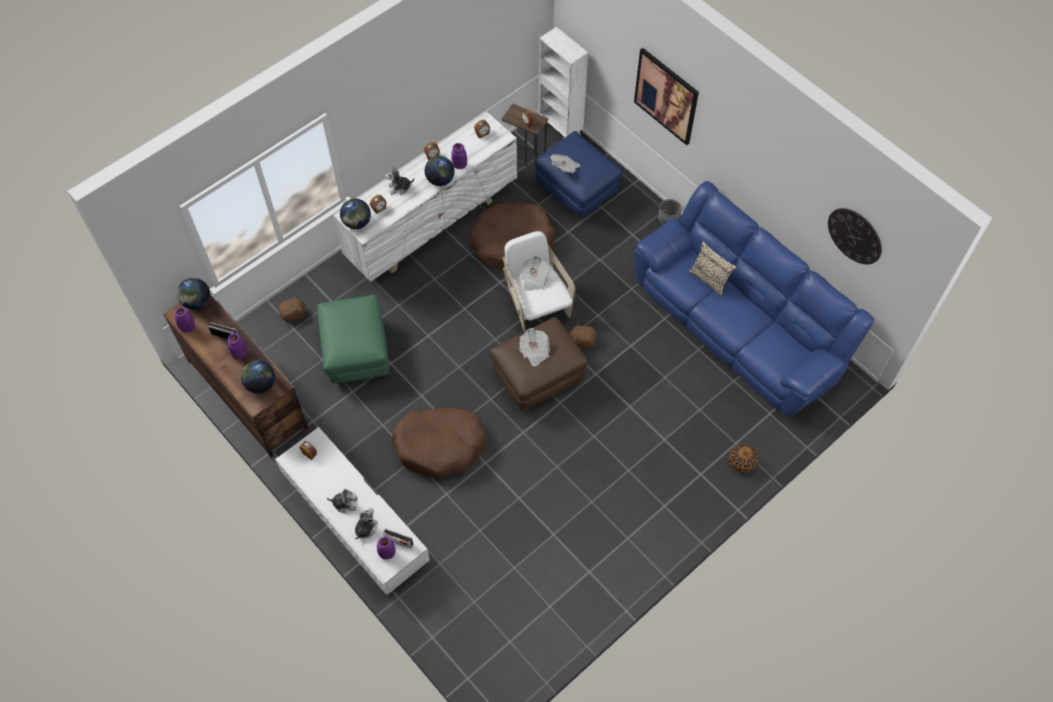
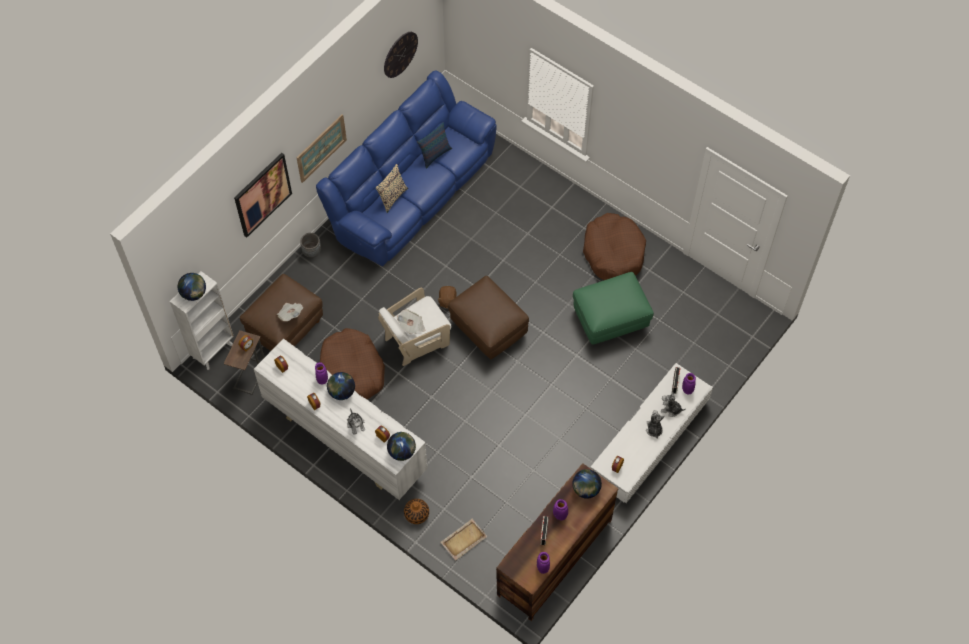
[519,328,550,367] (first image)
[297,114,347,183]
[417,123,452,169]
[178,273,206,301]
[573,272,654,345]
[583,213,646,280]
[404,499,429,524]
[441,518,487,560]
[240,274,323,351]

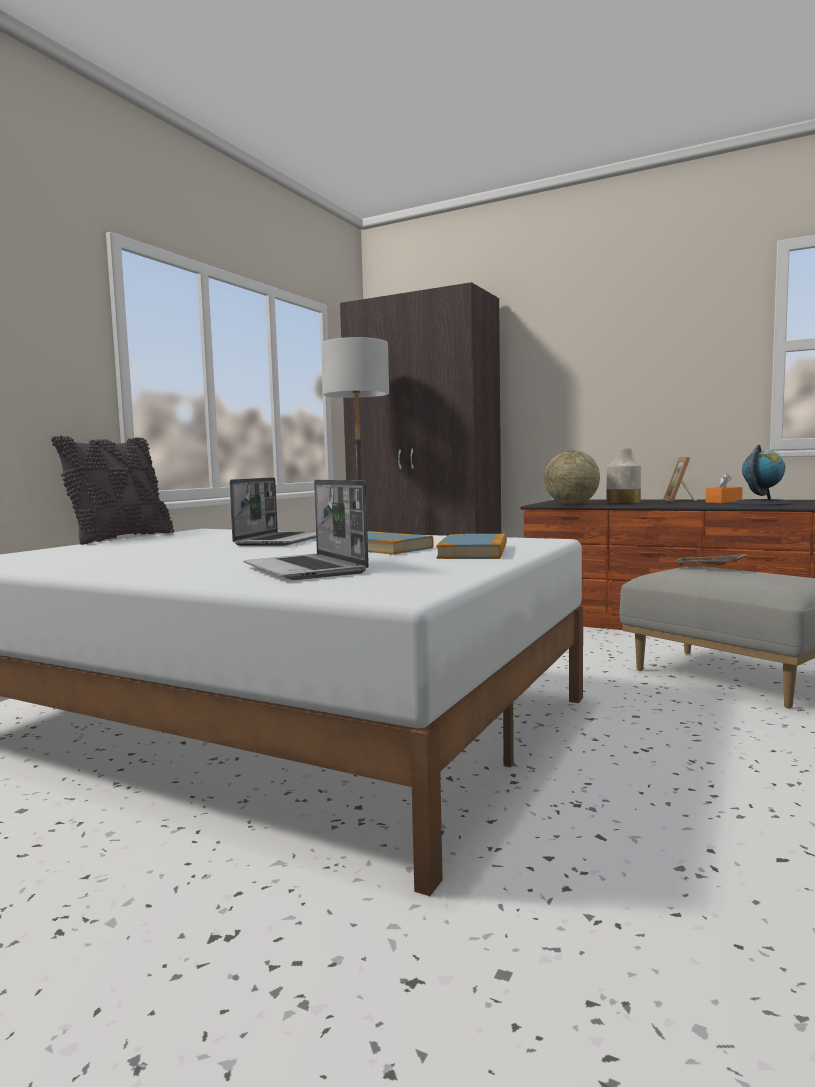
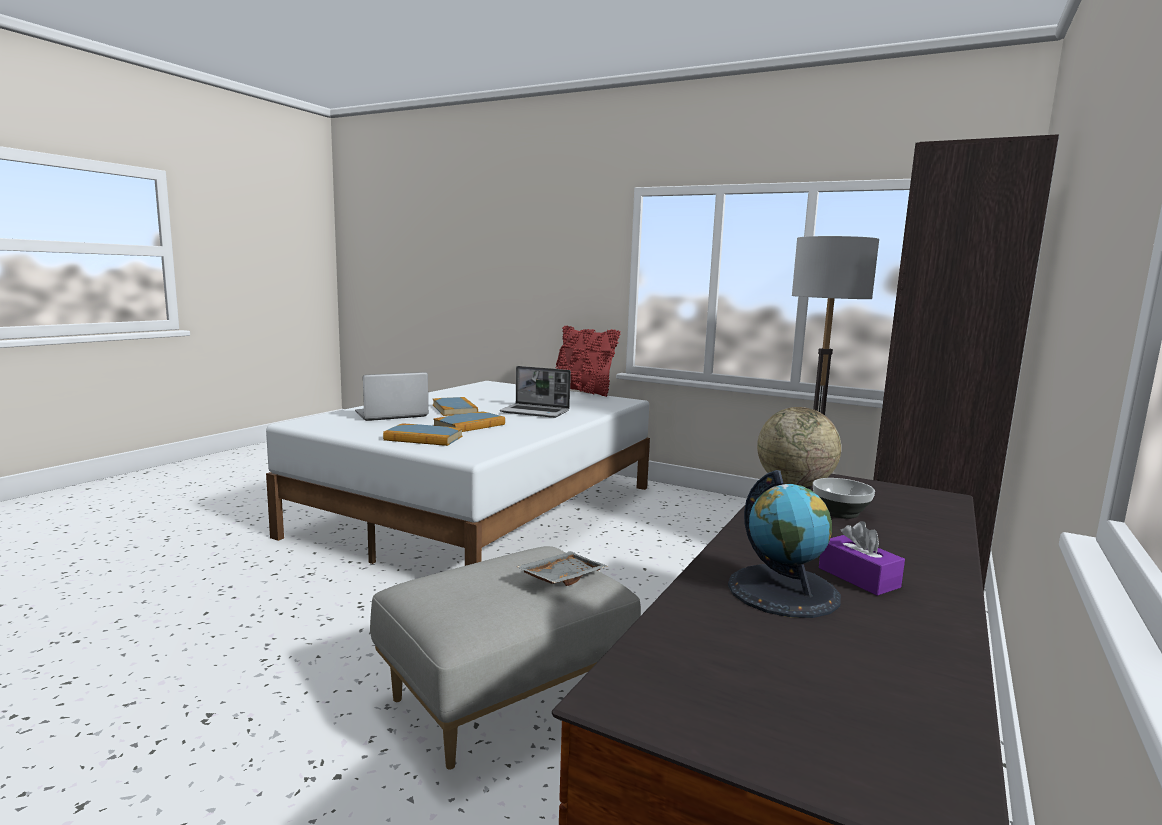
[663,457,697,502] (first image)
[433,397,478,416]
[813,478,875,519]
[556,326,621,397]
[819,521,905,596]

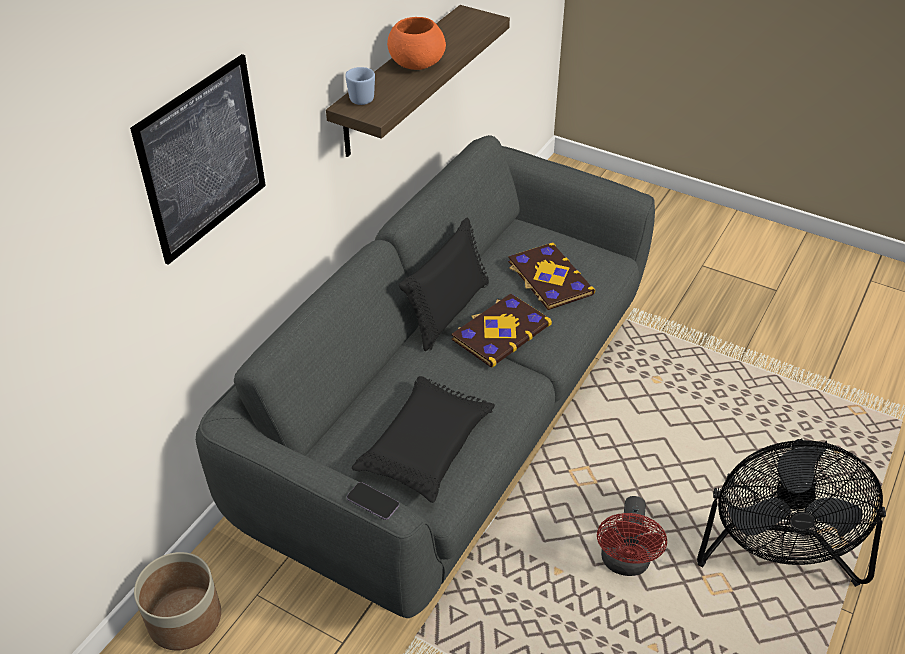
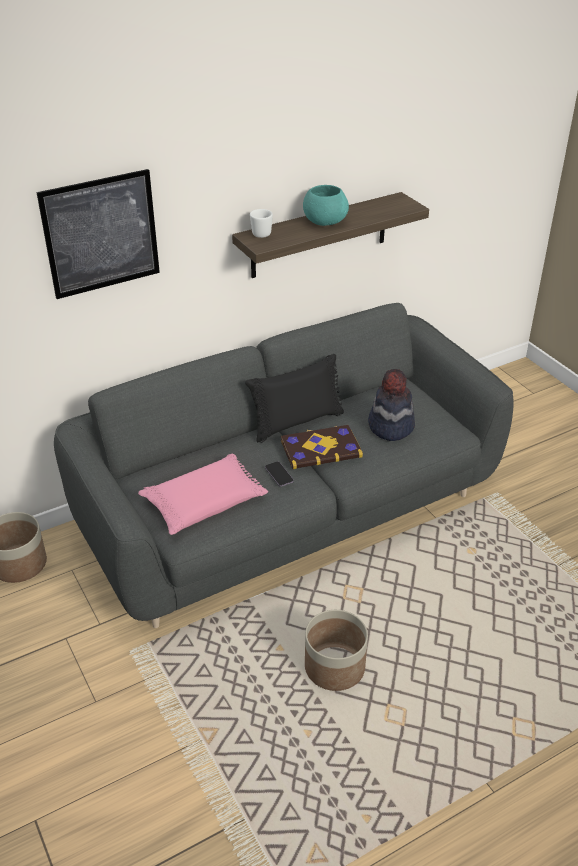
[697,438,886,587] (first image)
[265,461,294,487]
[368,369,415,441]
[305,610,368,691]
[250,209,273,238]
[138,454,268,535]
[303,185,349,226]

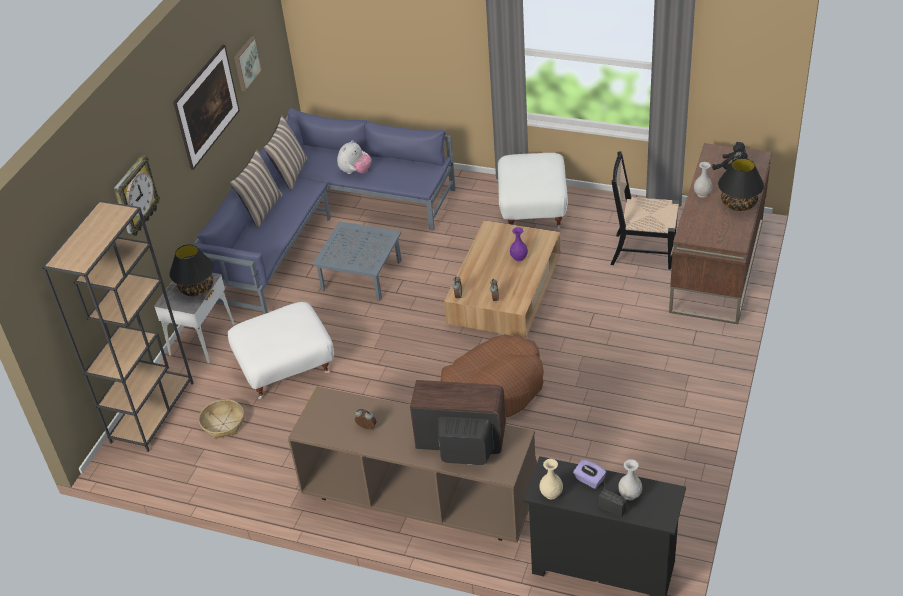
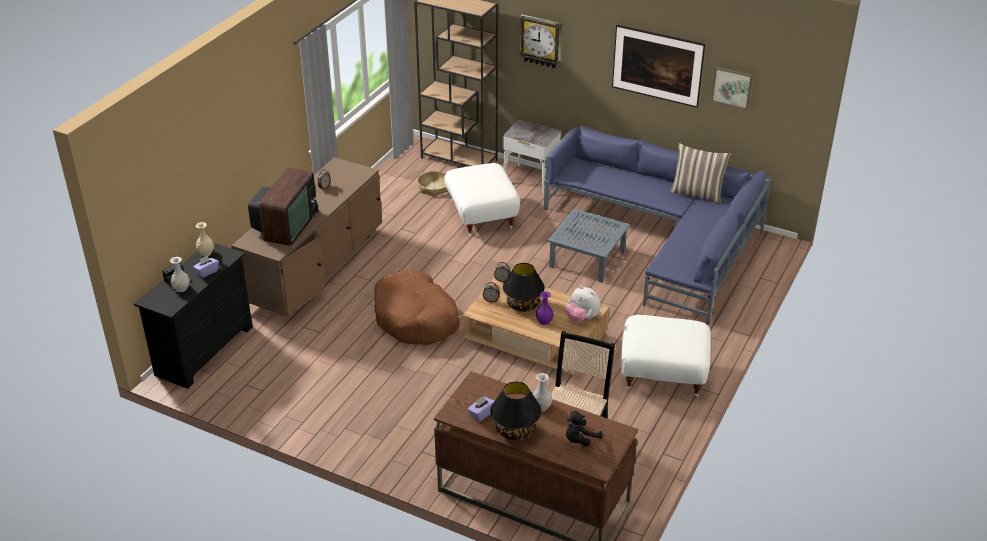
[230,149,283,229] (first image)
[468,396,494,422]
[503,263,545,312]
[565,286,601,322]

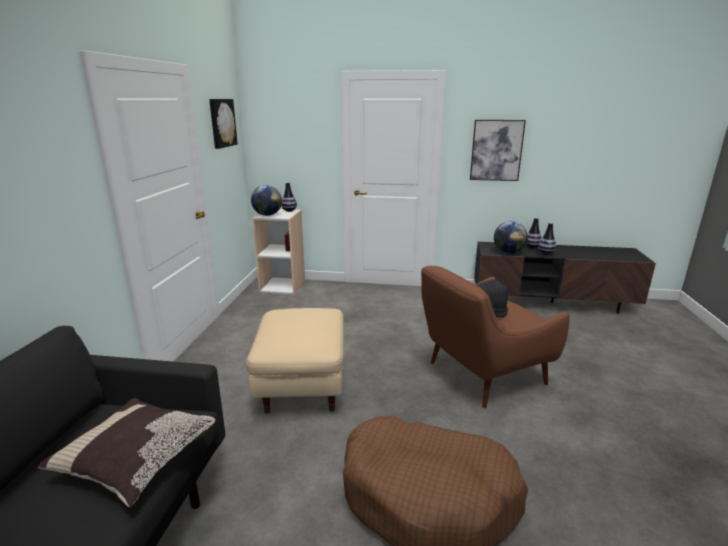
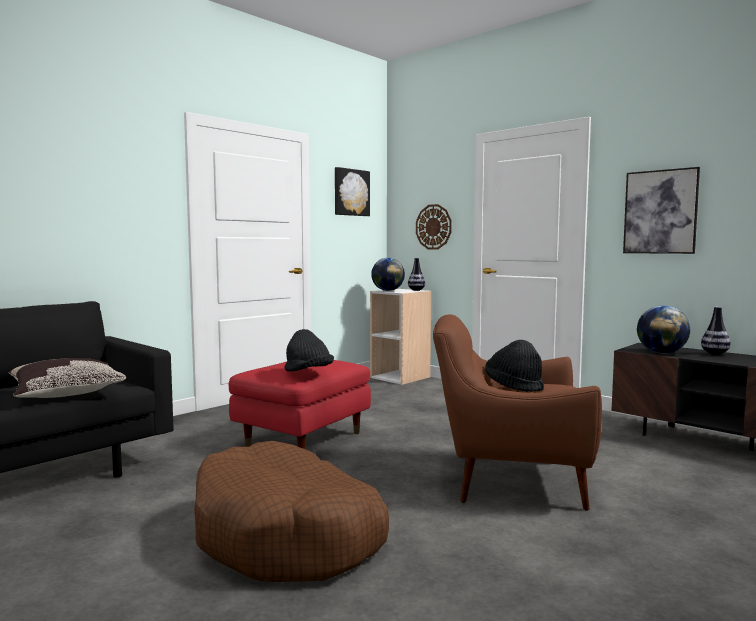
[538,222,556,255] (first image)
[284,329,334,372]
[416,204,452,250]
[229,360,371,449]

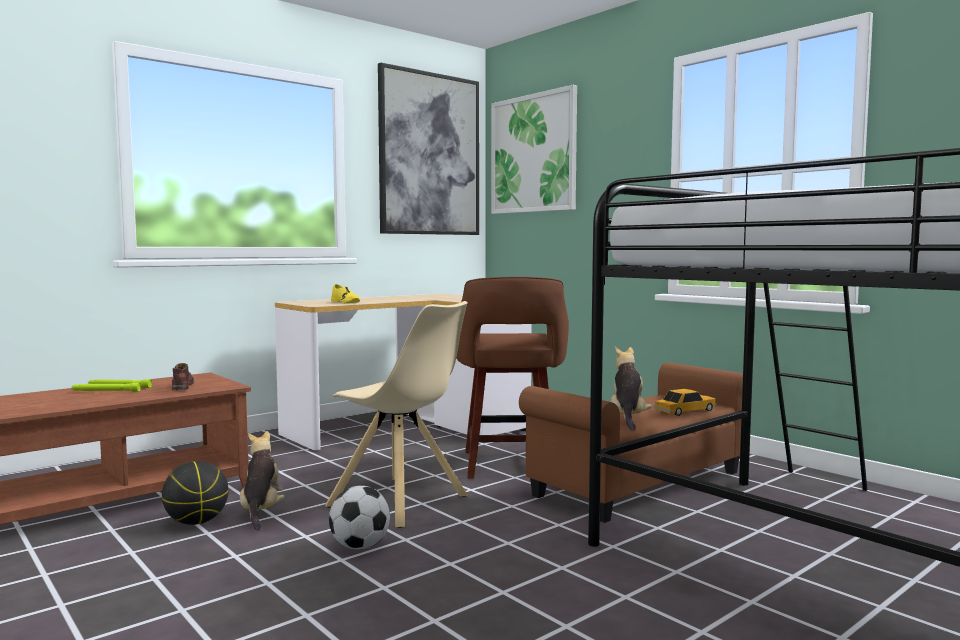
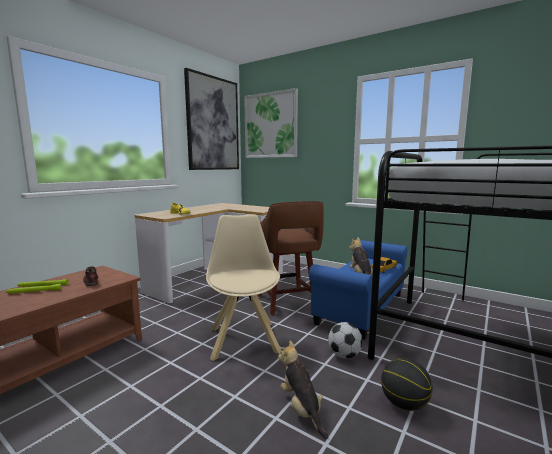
[381,358,433,411]
[278,341,328,439]
[328,322,363,359]
[309,240,407,340]
[206,214,282,361]

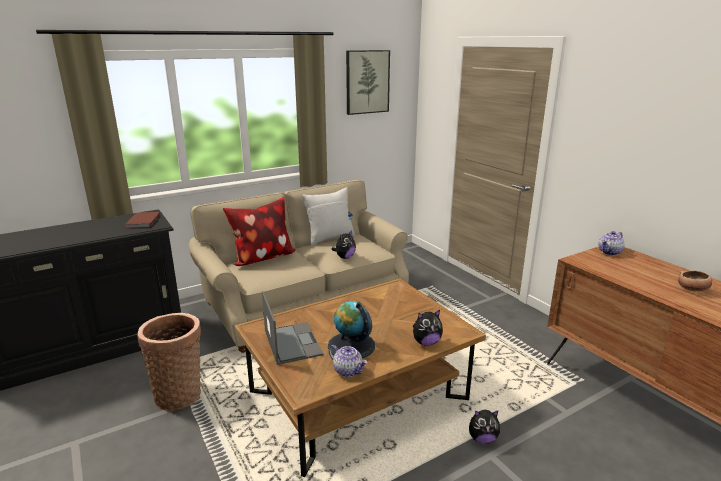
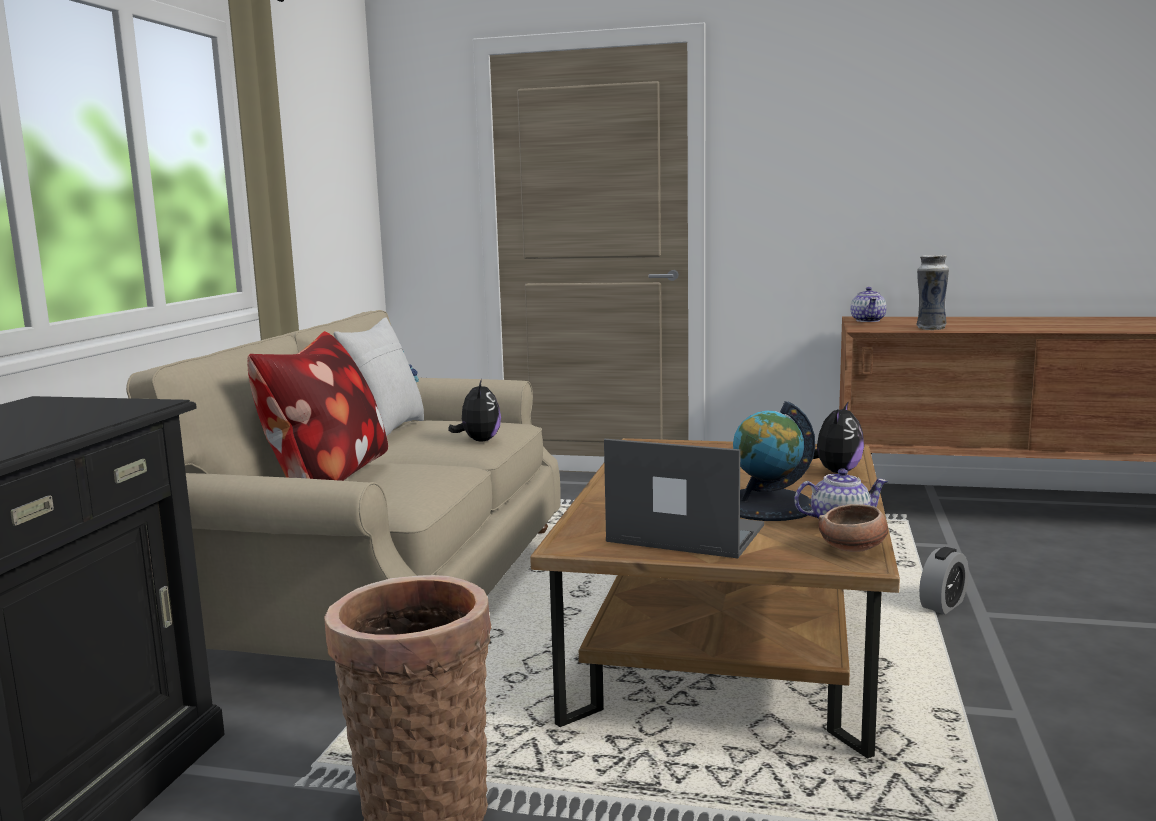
[125,212,160,228] (first image)
[346,50,390,115] (first image)
[916,255,949,330]
[818,504,888,552]
[919,547,969,614]

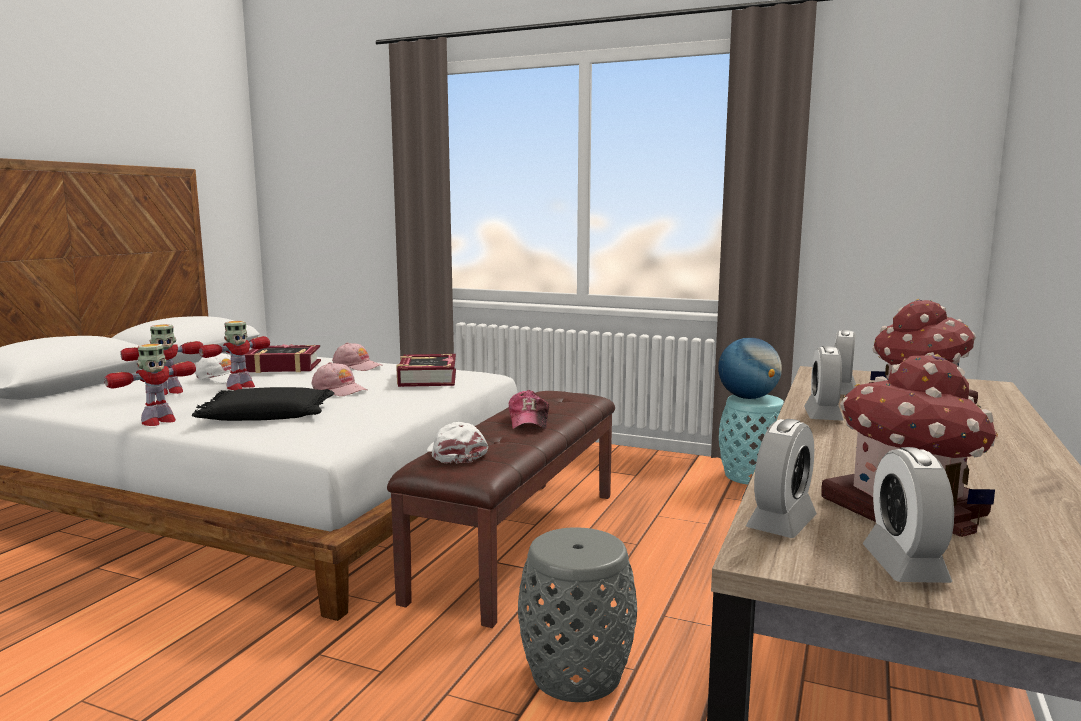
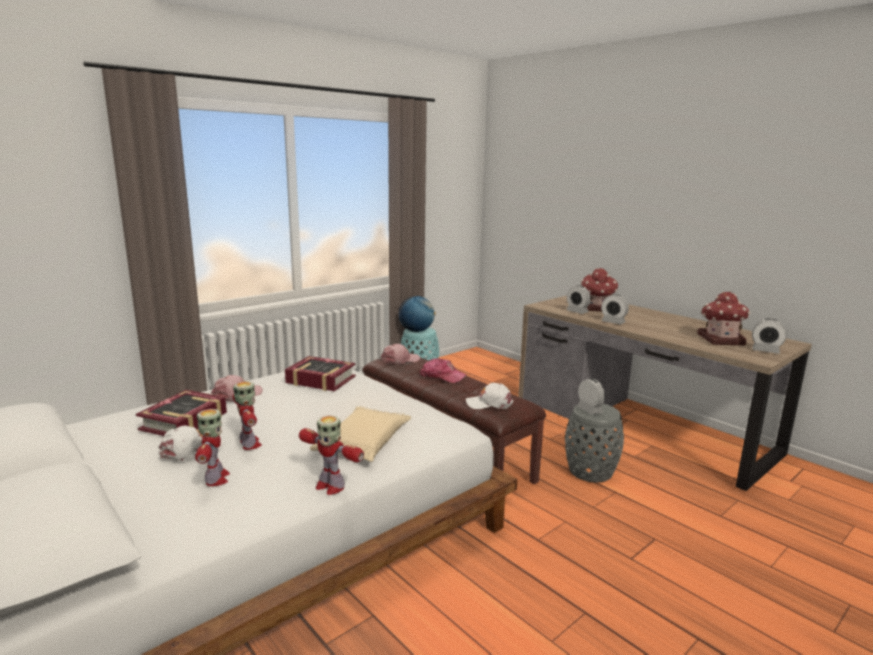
[381,344,420,365]
[577,378,605,415]
[310,406,411,462]
[299,415,364,495]

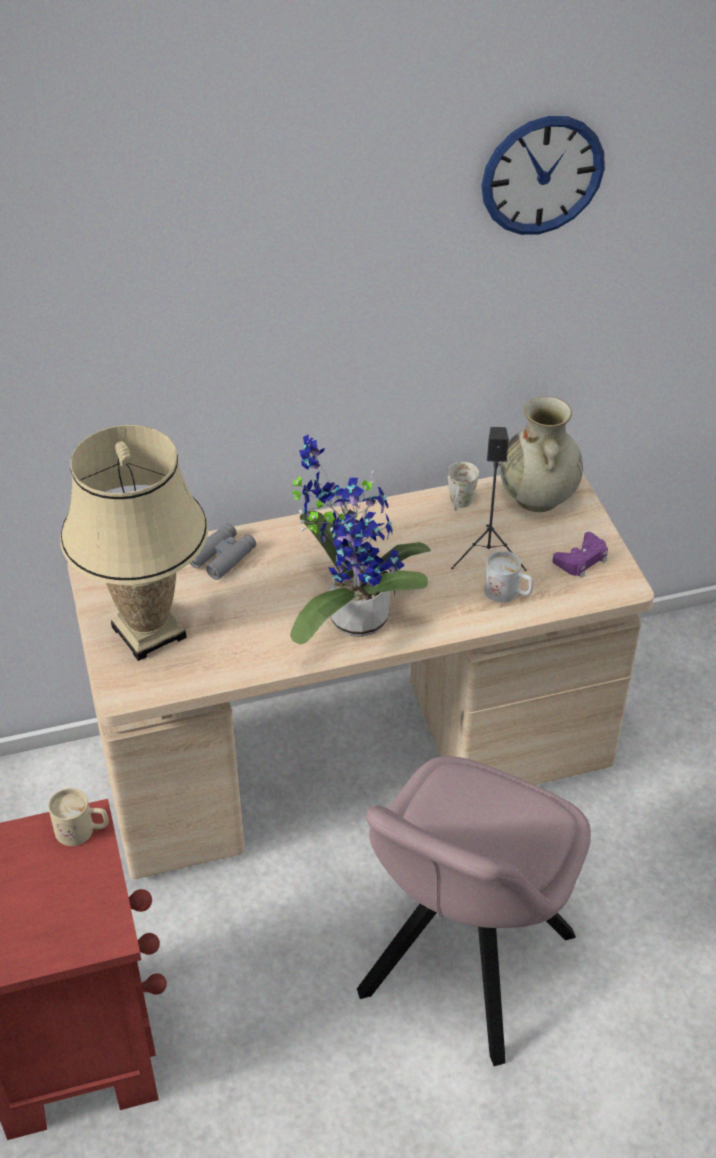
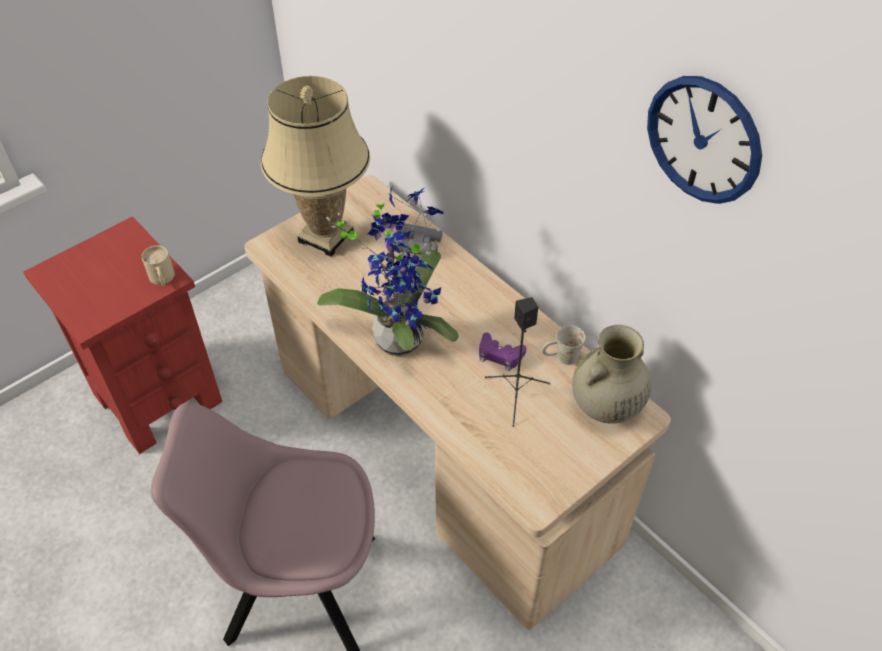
[484,551,533,603] (first image)
[479,333,527,371]

